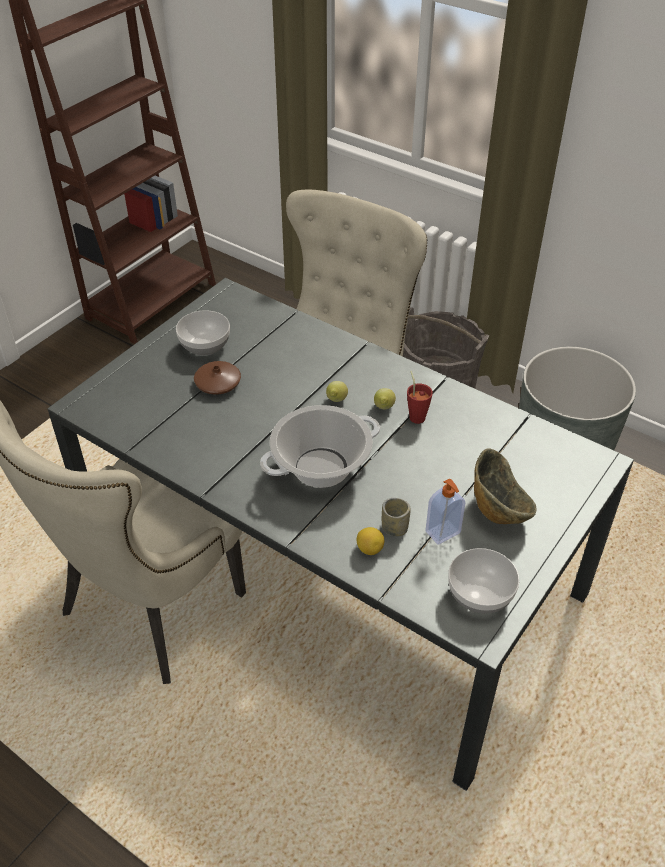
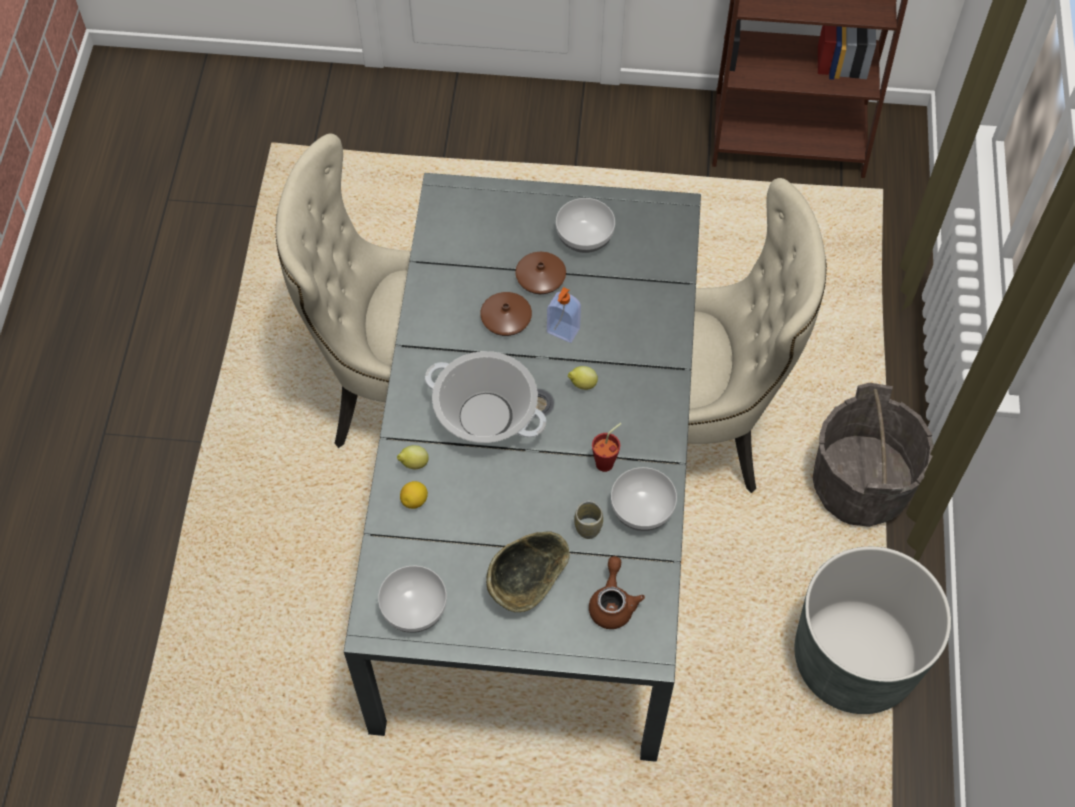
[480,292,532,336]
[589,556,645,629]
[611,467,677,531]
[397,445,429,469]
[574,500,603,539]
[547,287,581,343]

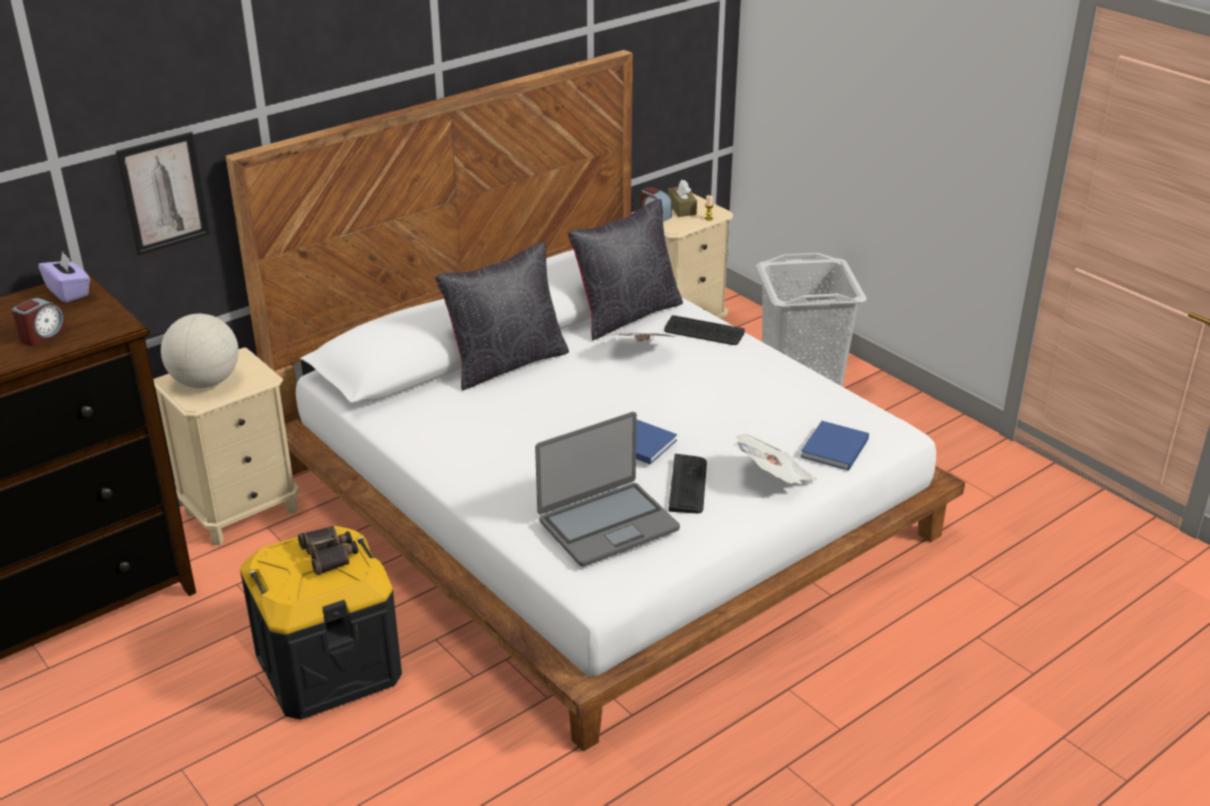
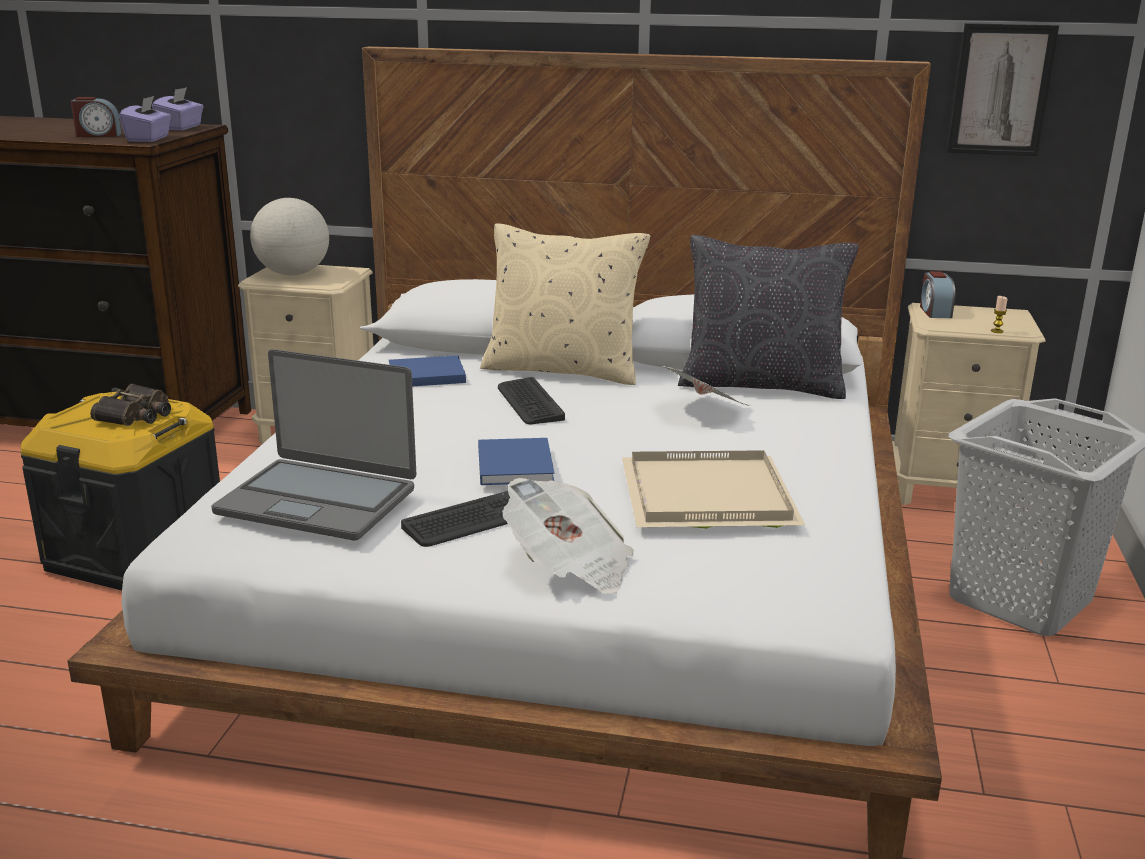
[668,180,697,217] (first image)
[119,96,171,142]
[622,450,805,529]
[947,23,1059,156]
[498,377,565,424]
[389,355,466,387]
[480,224,650,385]

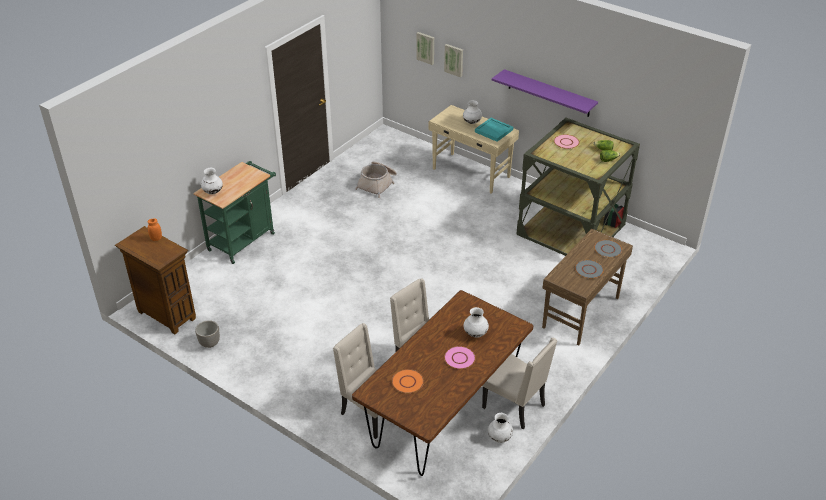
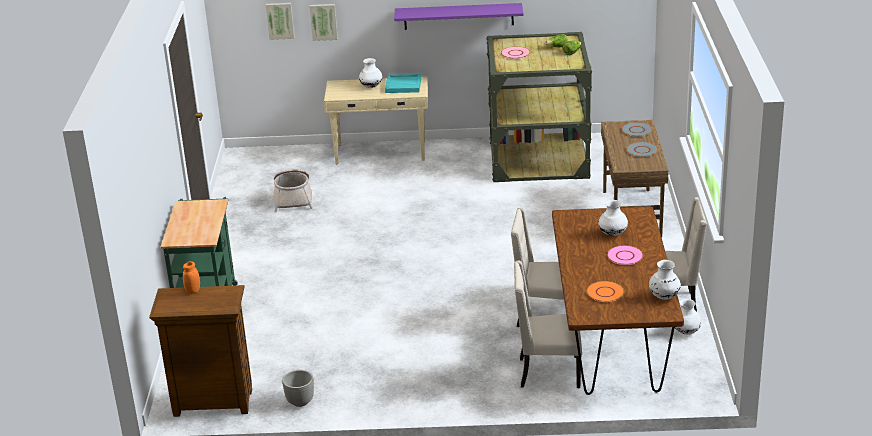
[649,260,681,300]

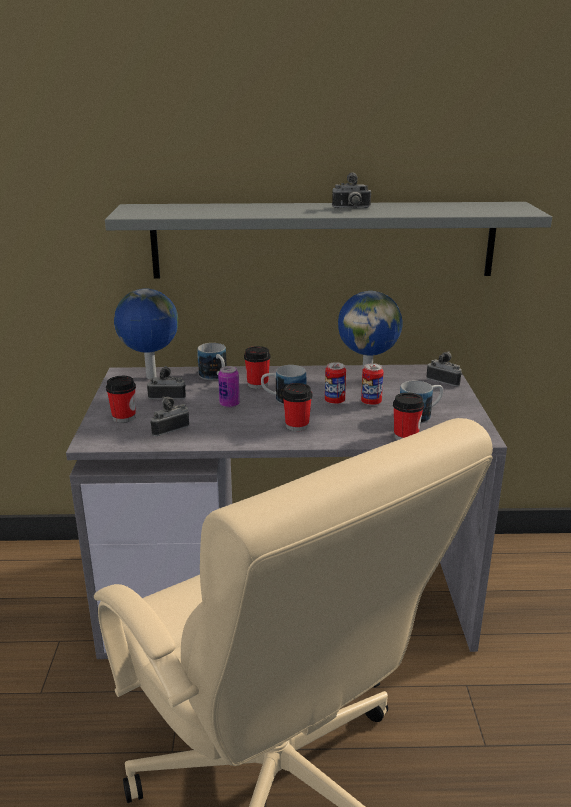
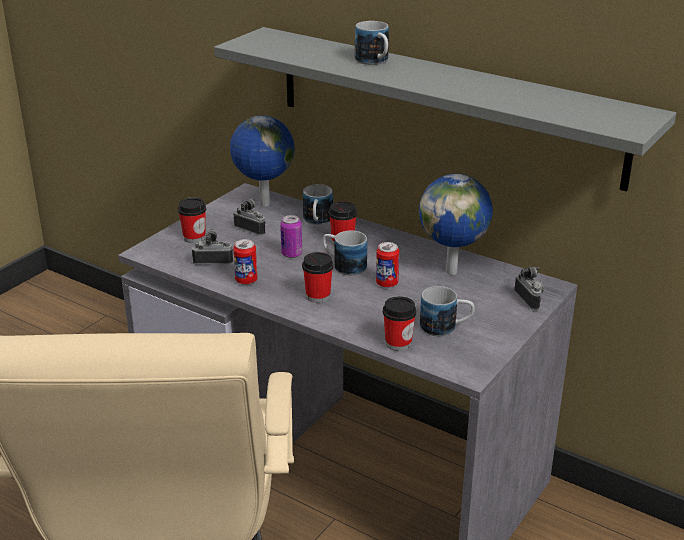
[332,173,372,209] (first image)
[355,21,389,65]
[233,239,257,285]

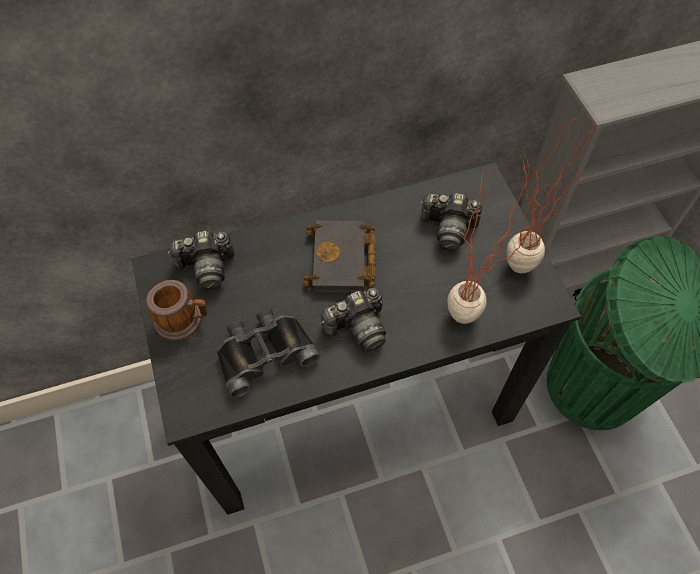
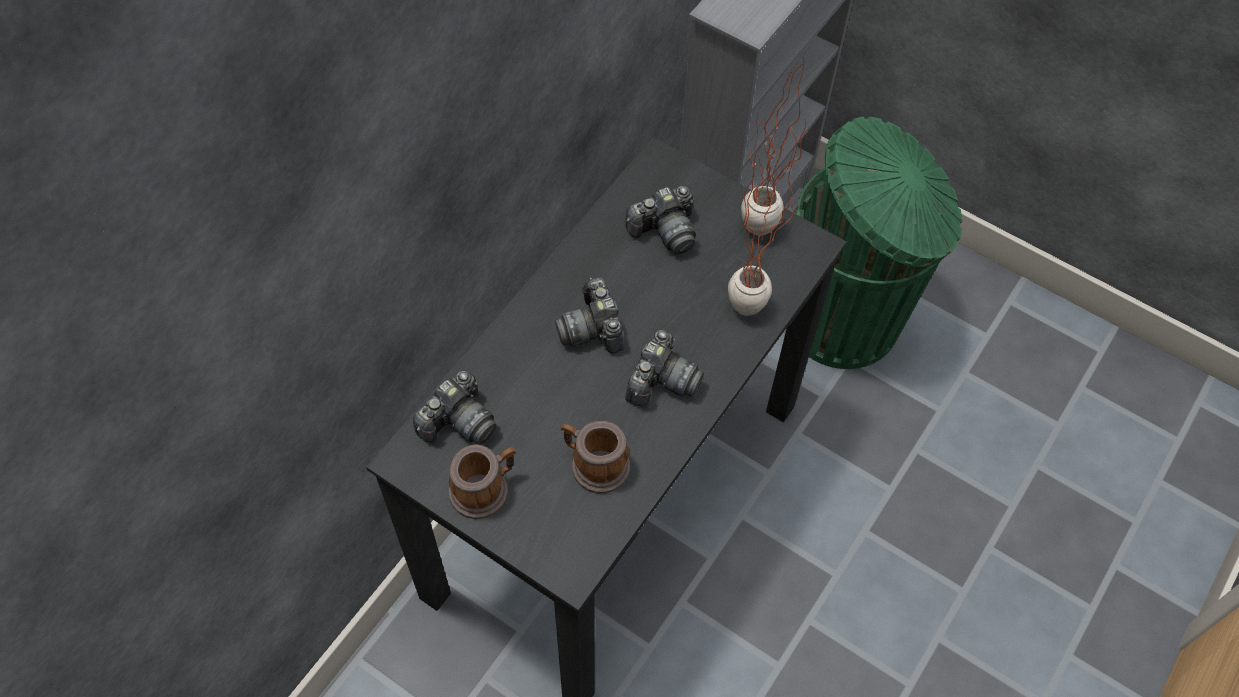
[561,421,630,493]
[555,277,624,353]

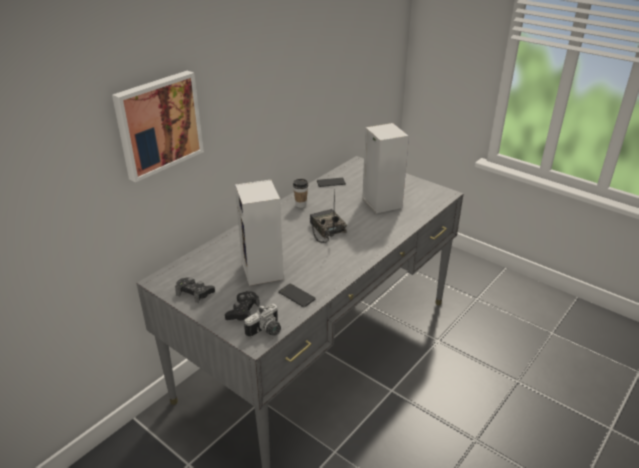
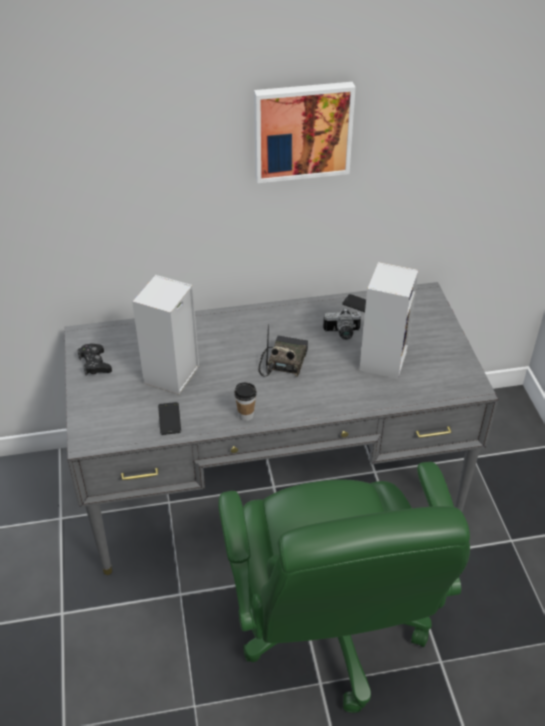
[225,291,260,321] (first image)
[218,462,470,713]
[254,82,356,183]
[323,308,361,340]
[234,382,257,421]

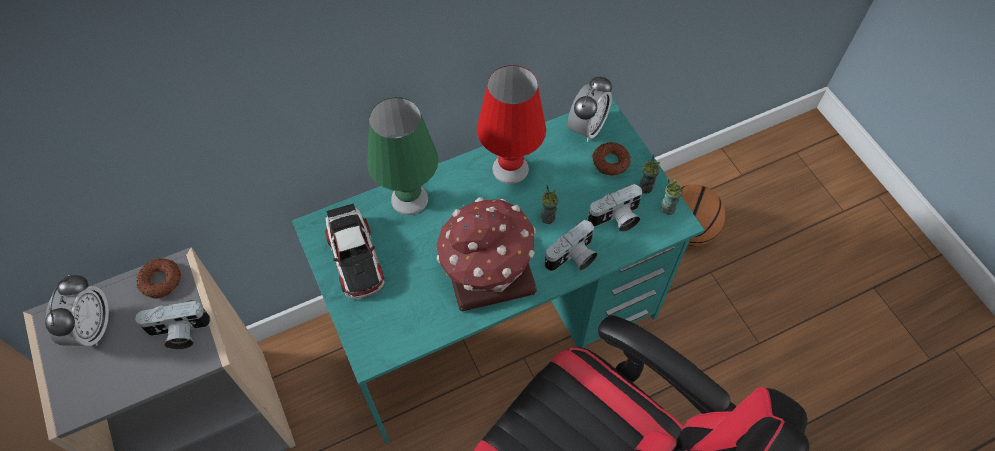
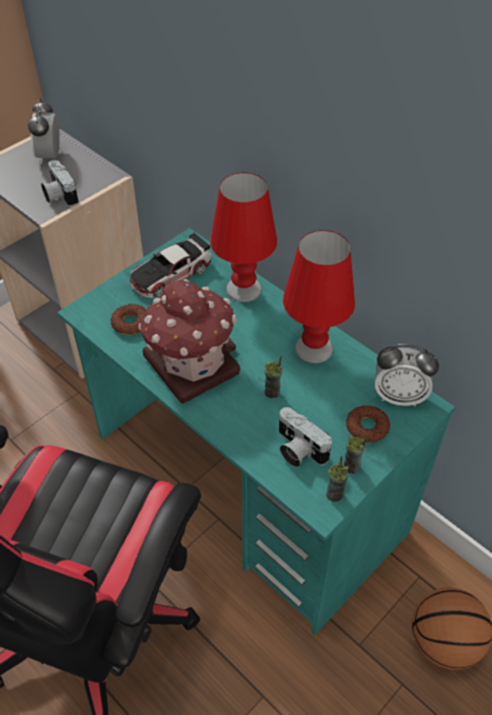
[545,220,598,271] (first image)
[111,304,146,335]
[210,172,277,302]
[28,99,60,164]

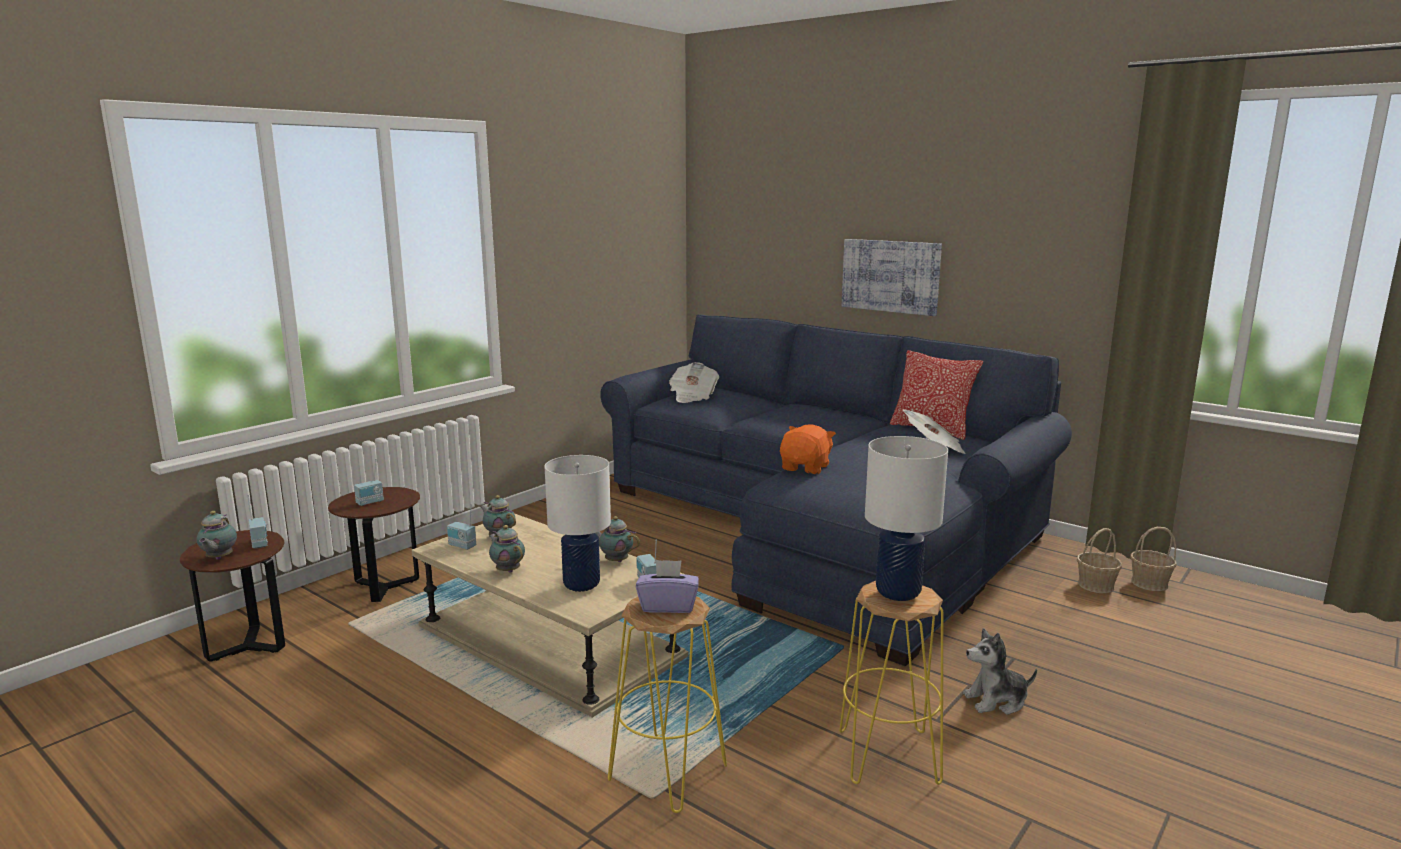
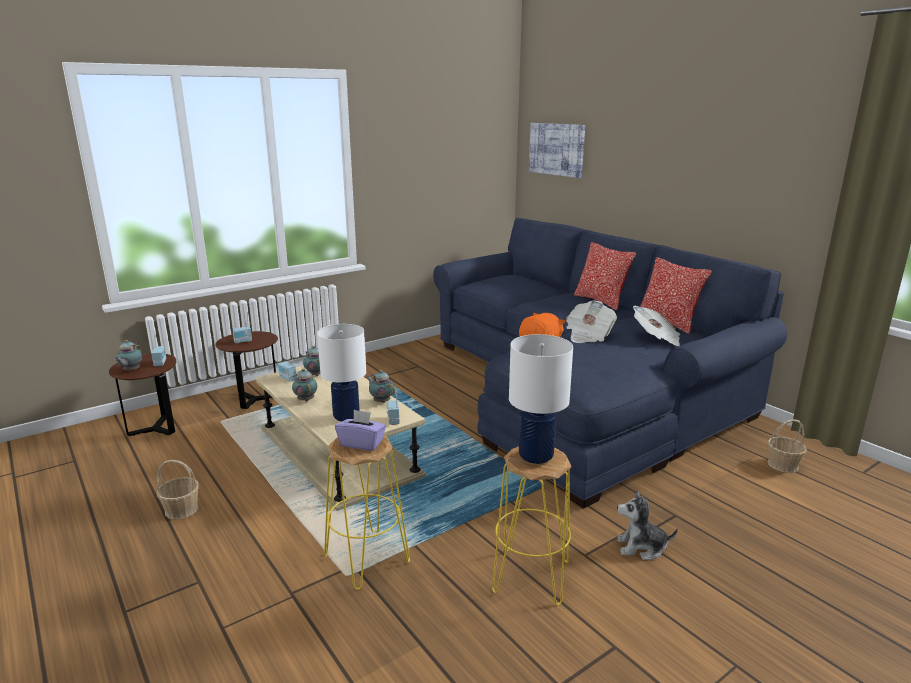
[574,242,636,310]
[566,300,617,343]
[529,123,585,178]
[157,460,199,519]

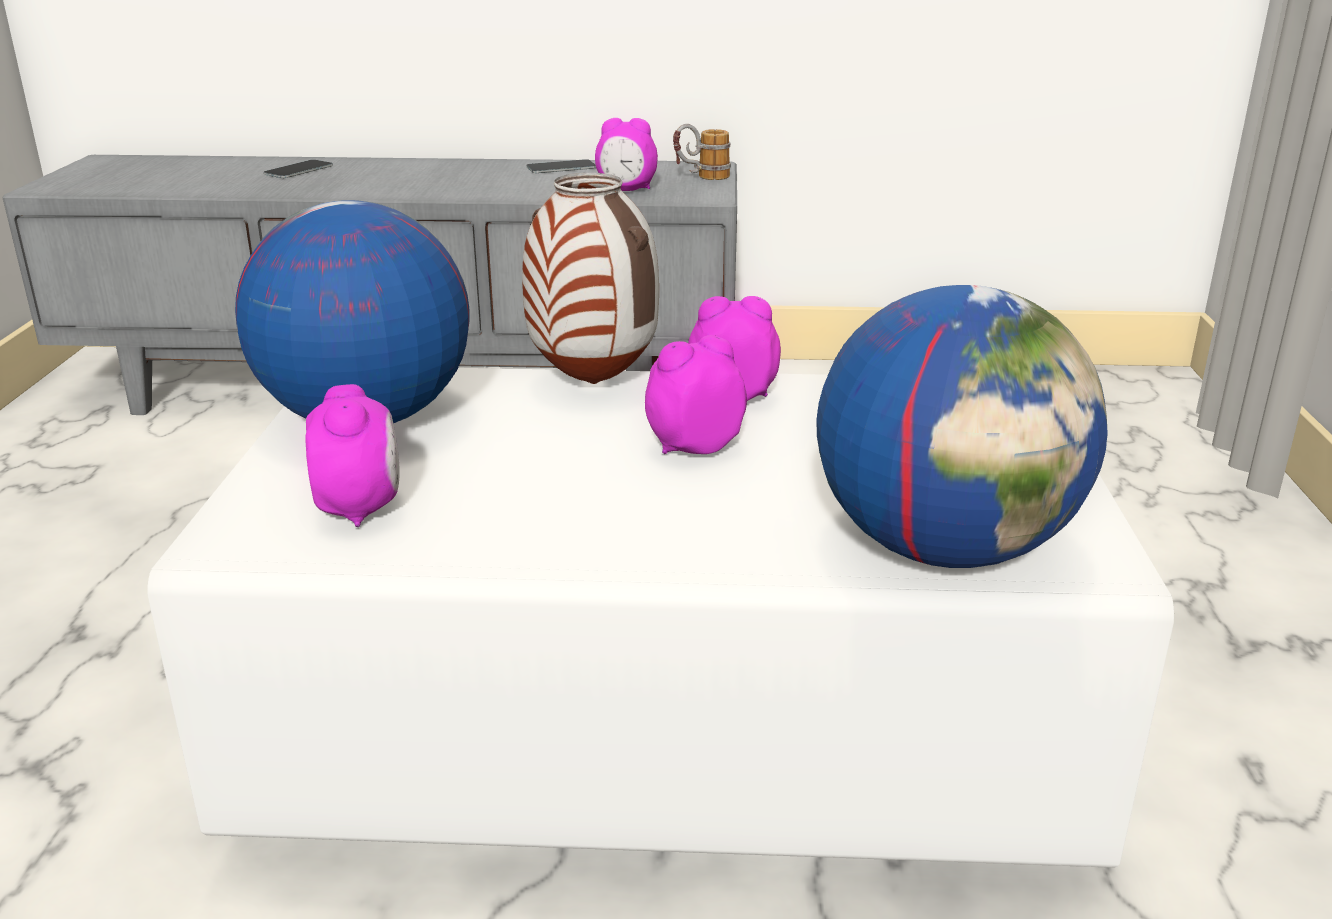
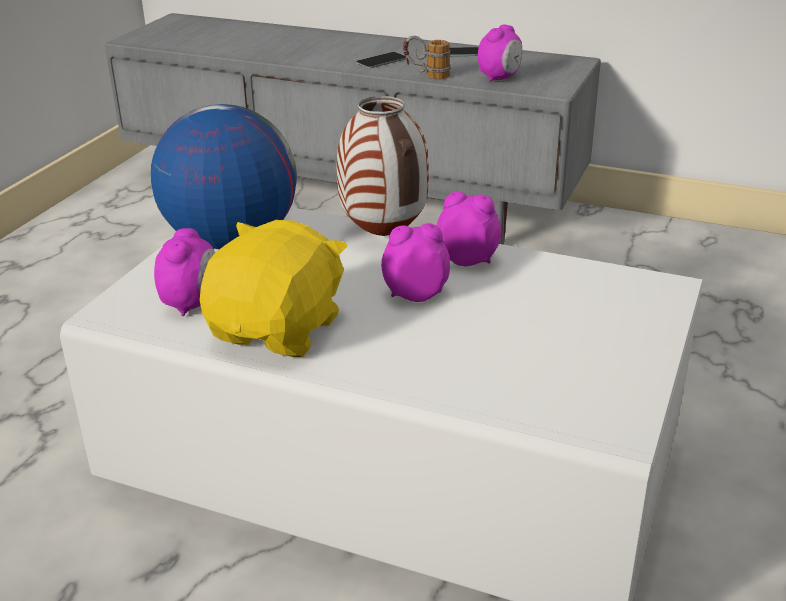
[817,285,1108,568] (first image)
[200,220,348,357]
[356,52,406,68]
[403,36,451,79]
[478,24,522,82]

